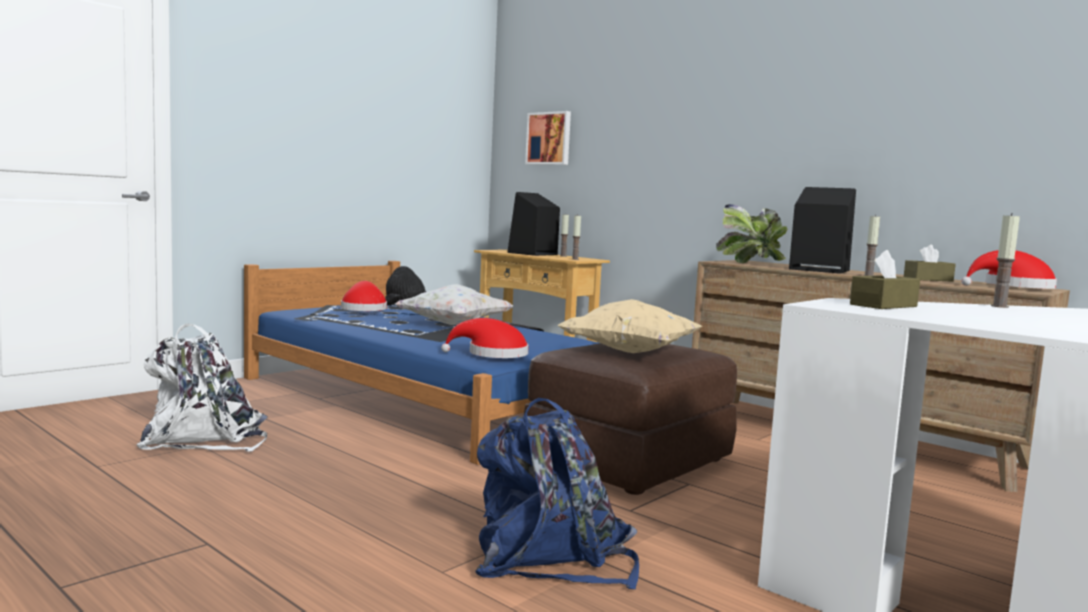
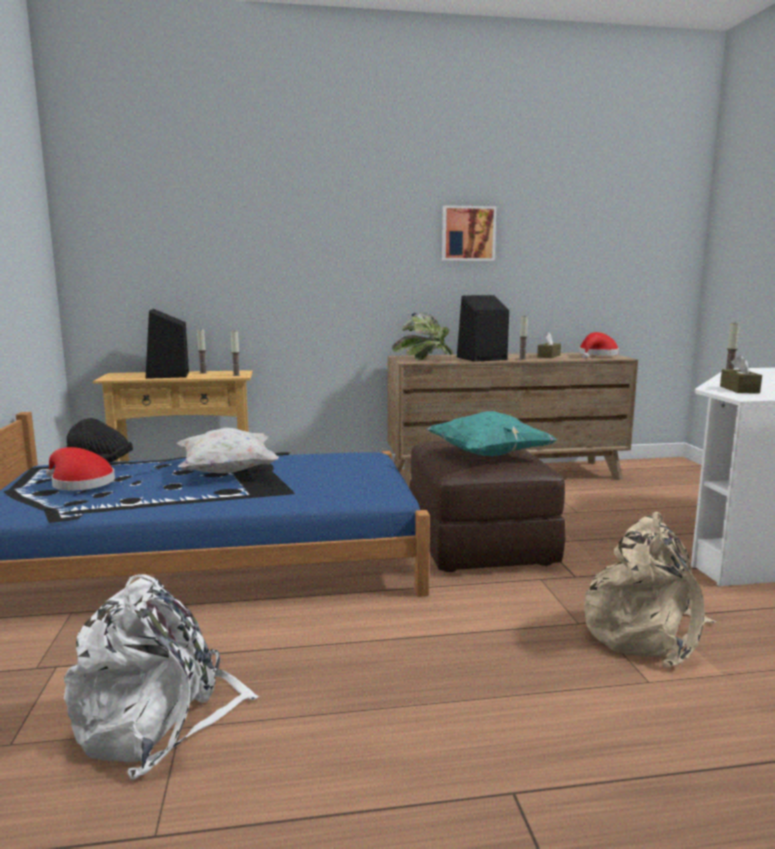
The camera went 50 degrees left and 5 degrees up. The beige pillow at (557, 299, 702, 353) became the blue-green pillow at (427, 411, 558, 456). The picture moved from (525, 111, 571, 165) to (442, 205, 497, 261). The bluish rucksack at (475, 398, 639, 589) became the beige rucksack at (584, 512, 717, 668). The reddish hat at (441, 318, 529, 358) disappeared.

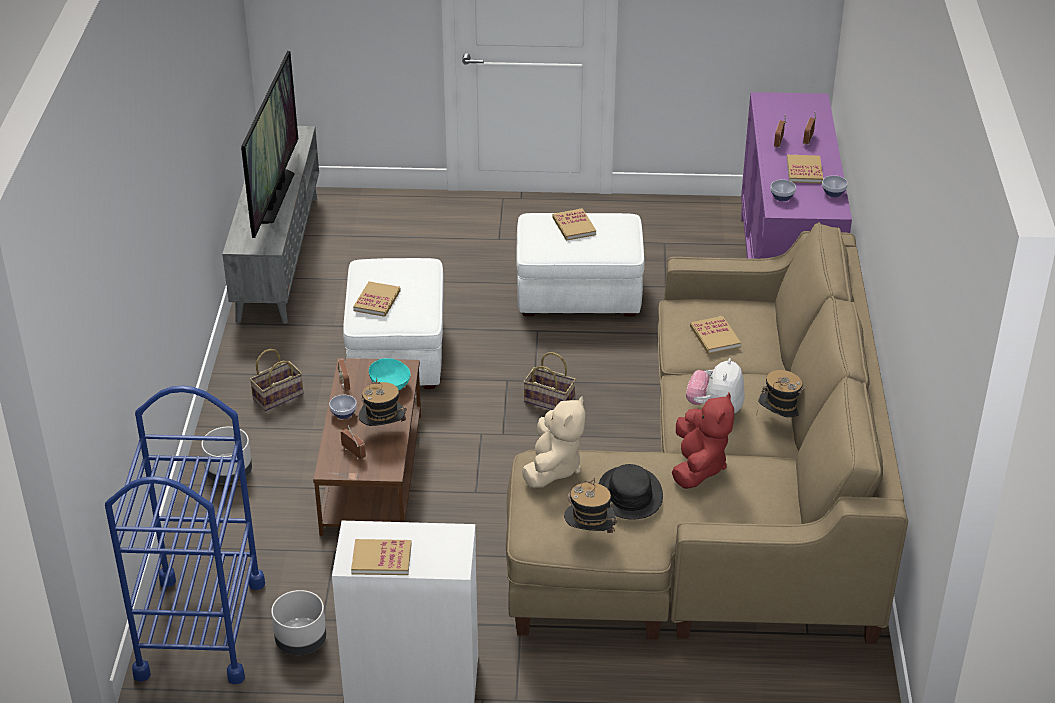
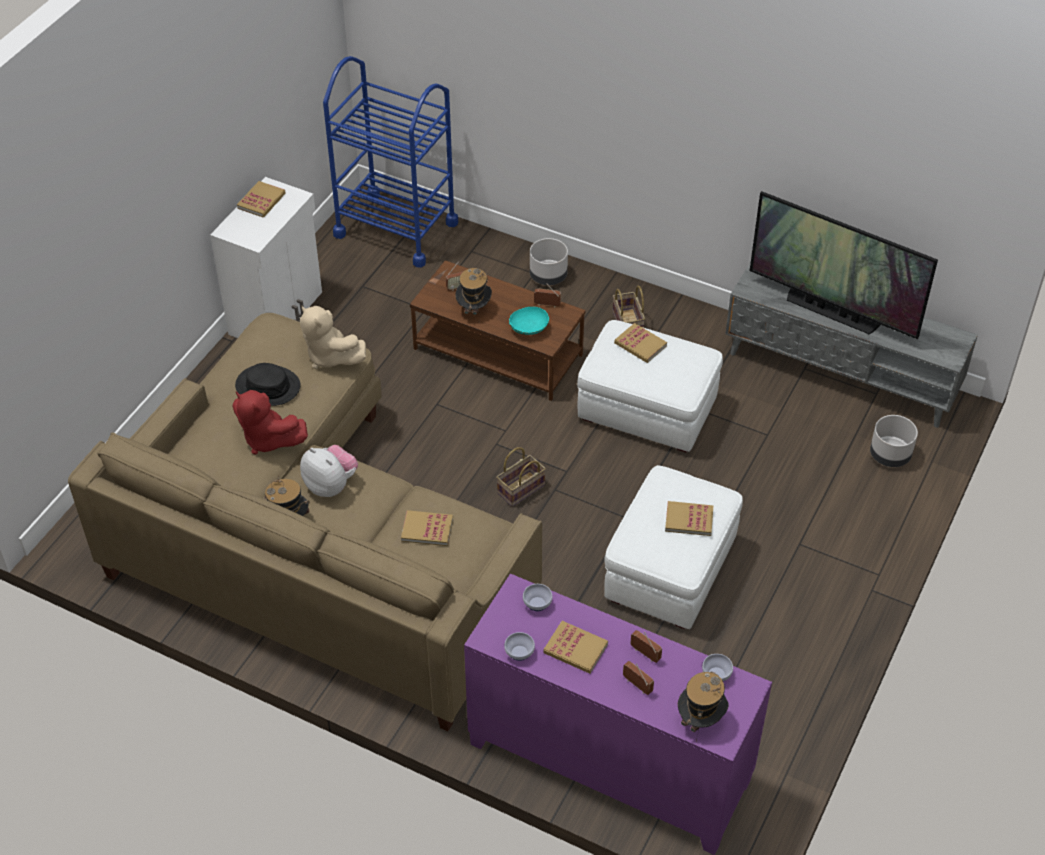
The camera went 115 degrees right and 10 degrees up. The hat moved from (564, 478, 617, 533) to (678, 671, 729, 741). The serving bowl moved from (329, 395, 357, 419) to (702, 654, 733, 681). The grey plant pot moved from (271, 590, 327, 655) to (870, 415, 918, 467).

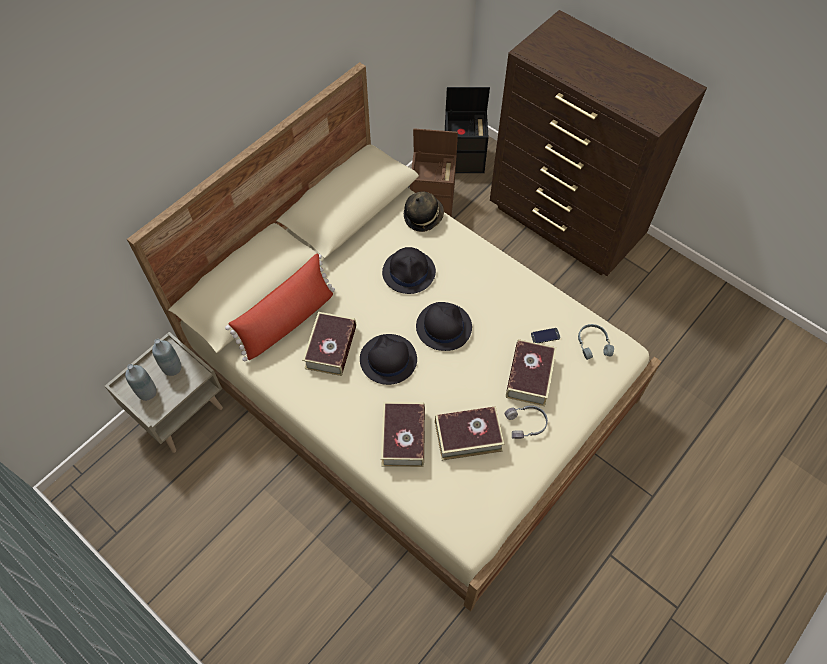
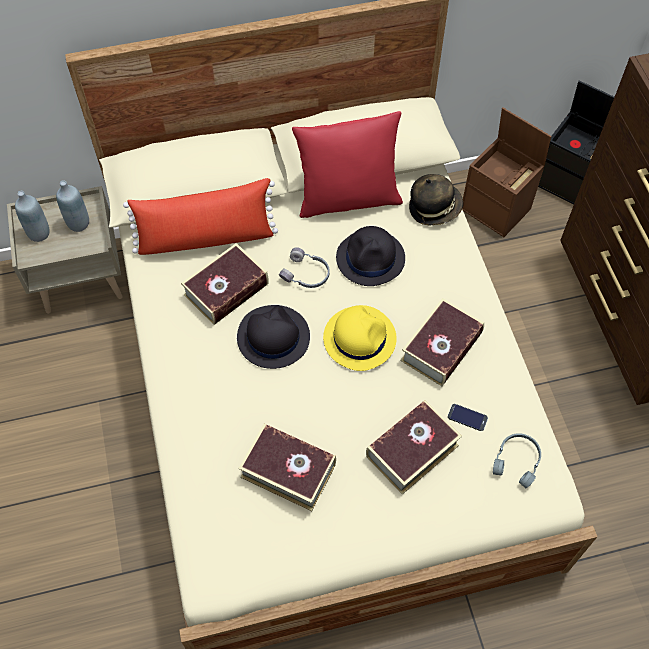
The camera went 35 degrees right and 0 degrees up. The grey headset moved from (505, 405, 548, 439) to (279, 247, 329, 288). The reddish pillow at (292, 111, 403, 218) appeared. The black hat at (416, 302, 472, 351) became the yellow hat at (323, 305, 397, 371). The book moved from (381, 402, 425, 467) to (400, 298, 484, 386).

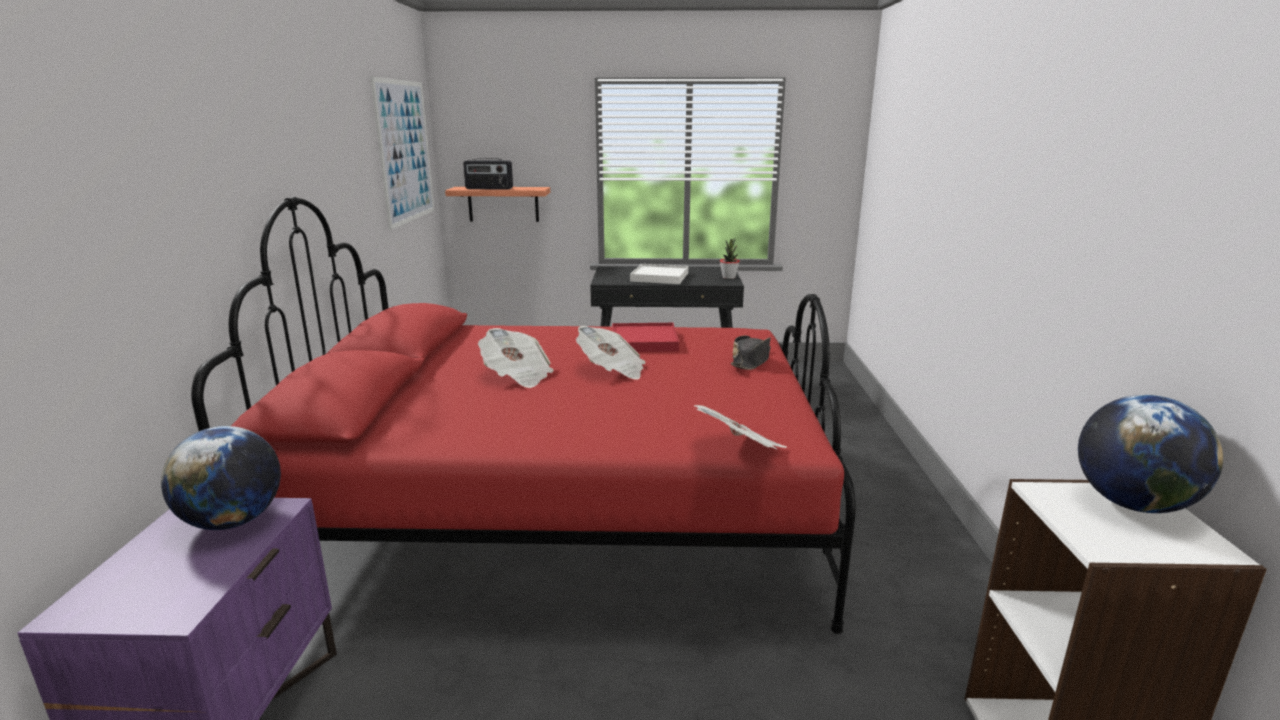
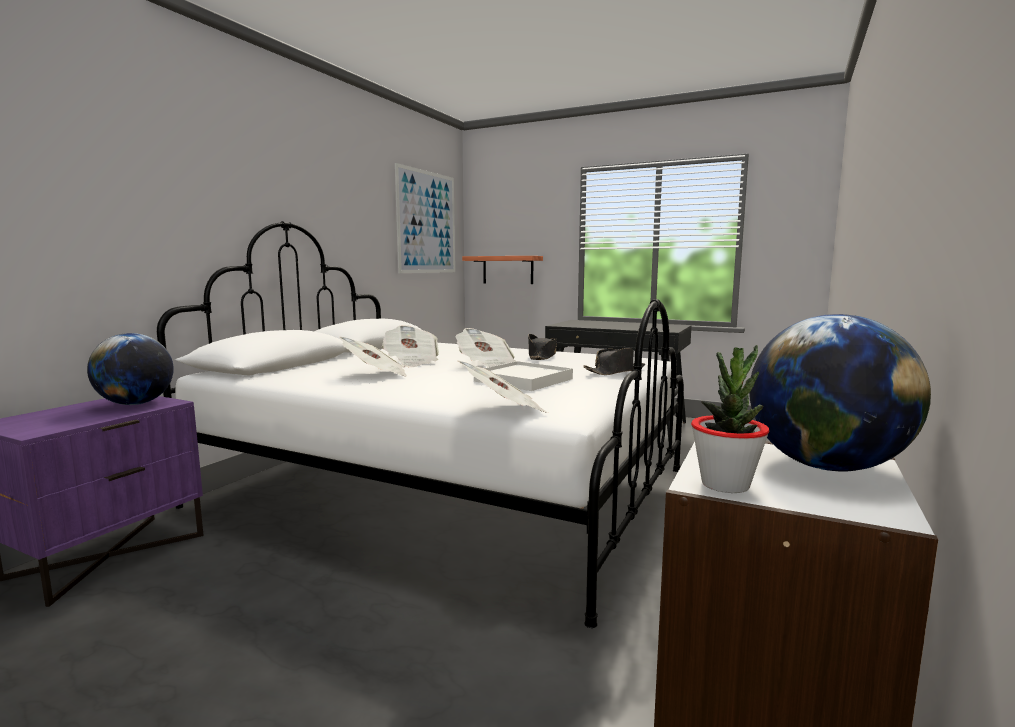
The camera went 25 degrees right and 10 degrees down. The reddish sleeping bed at (191, 197, 856, 634) became the whitish sleeping bed at (157, 221, 684, 628). The printed paper at (339, 337, 407, 376) appeared. The whitish carrying tray moved from (630, 264, 688, 284) to (474, 361, 573, 391). The reddish carrying tray at (612, 323, 679, 352) was replaced by the black hat at (528, 334, 557, 360). The plant in a pot moved from (720, 238, 740, 279) to (691, 345, 769, 493). The radio at (463, 158, 513, 190) disappeared.

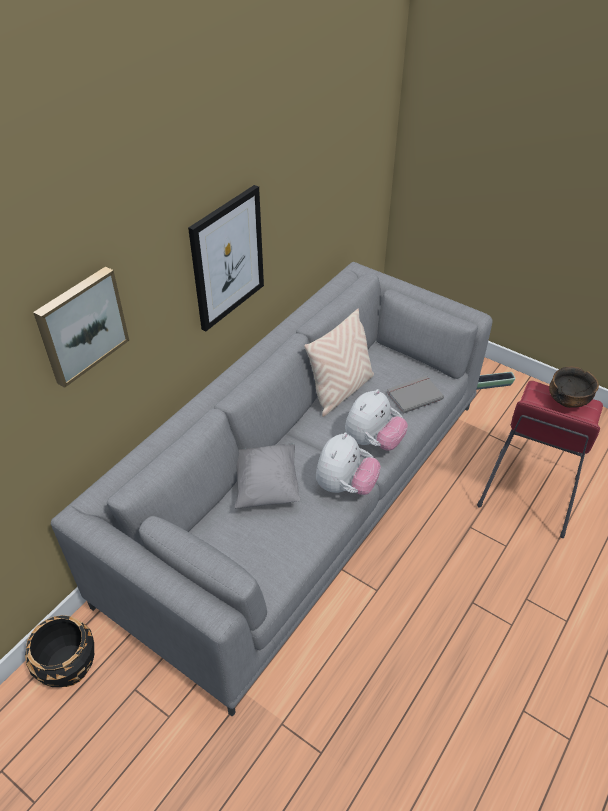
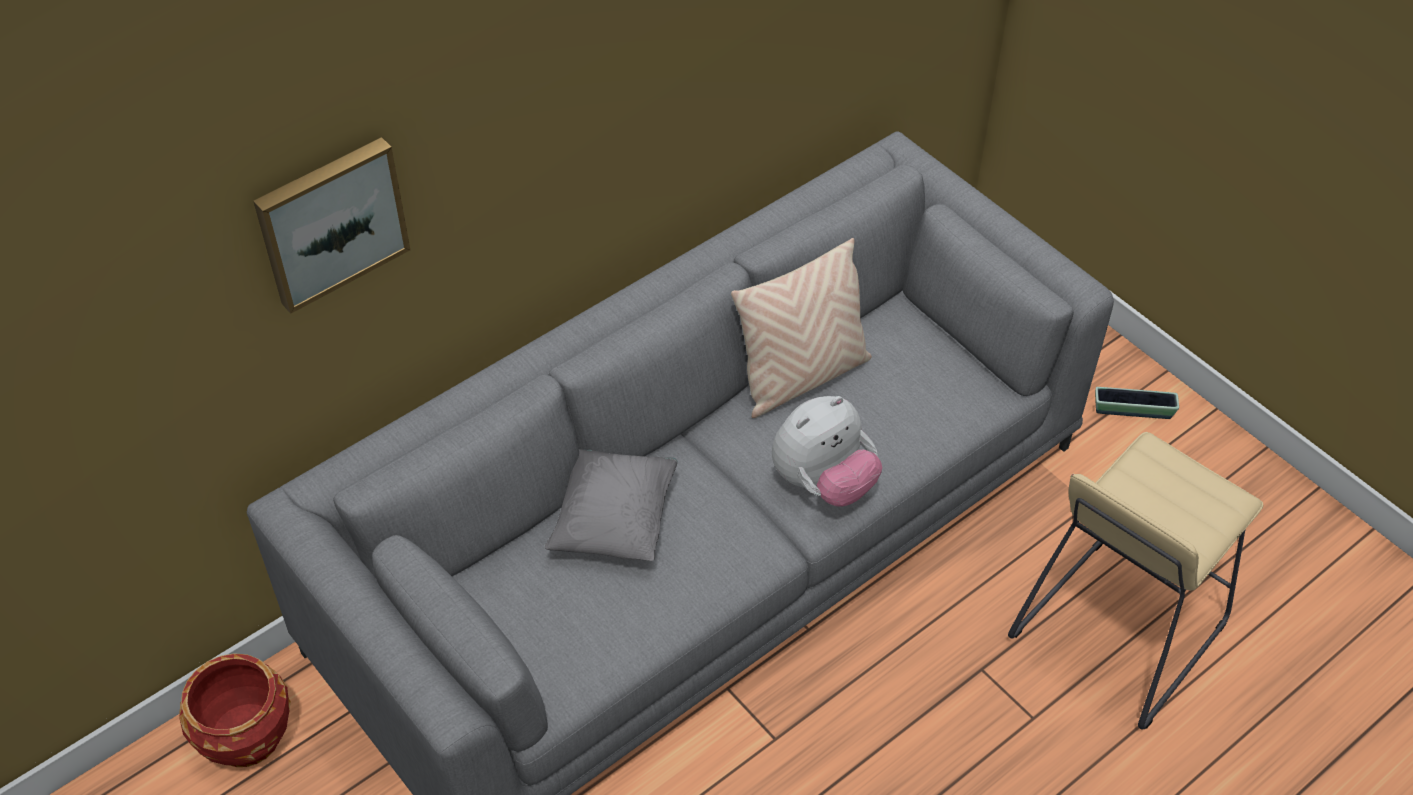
The camera went 15 degrees right and 5 degrees up. The black plant pot at (25, 615, 94, 687) became the reddish plant pot at (179, 653, 291, 767). The reddish stool at (477, 381, 603, 538) became the beige stool at (1008, 432, 1263, 730). The picture at (188, 185, 264, 331) disappeared. The soft toy at (316, 432, 381, 495) disappeared. The grey book at (387, 376, 444, 414) disappeared. The serving bowl at (549, 367, 599, 408) disappeared.

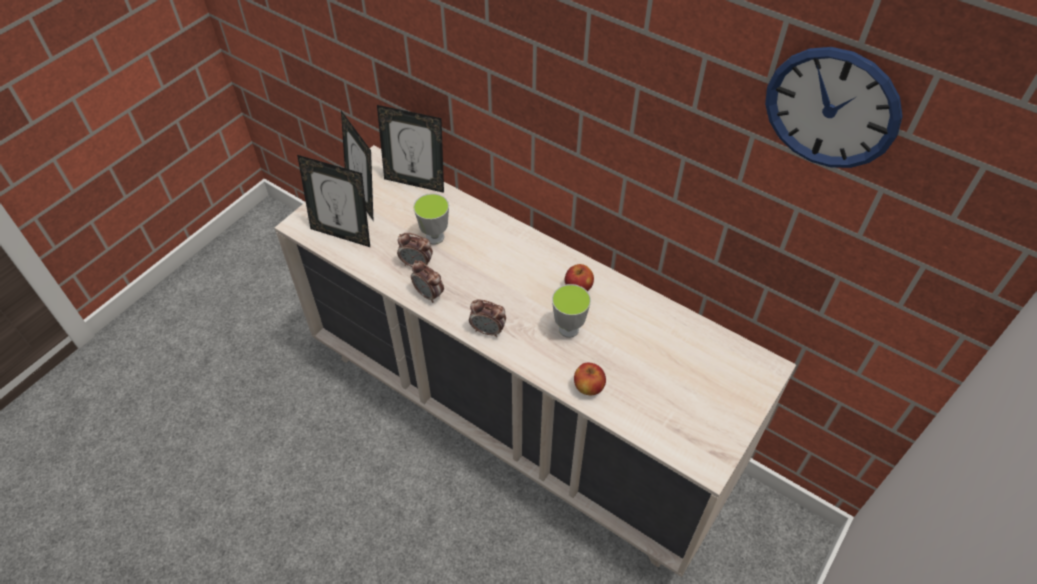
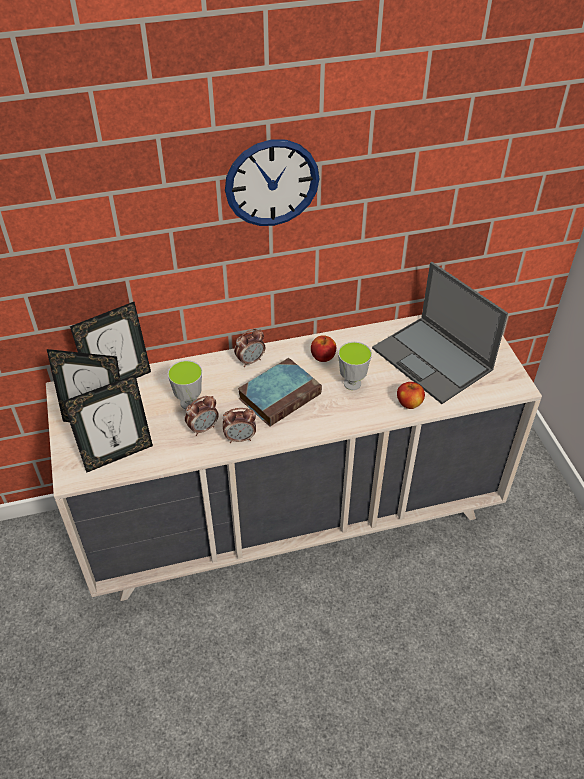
The camera went 50 degrees left and 5 degrees down. The clock on the wall moved from (765, 47, 903, 168) to (225, 139, 319, 226). The bedside clock moved from (469, 300, 506, 337) to (234, 329, 265, 367). The book at (238, 358, 322, 427) appeared. The notebook computer at (372, 262, 508, 404) appeared.

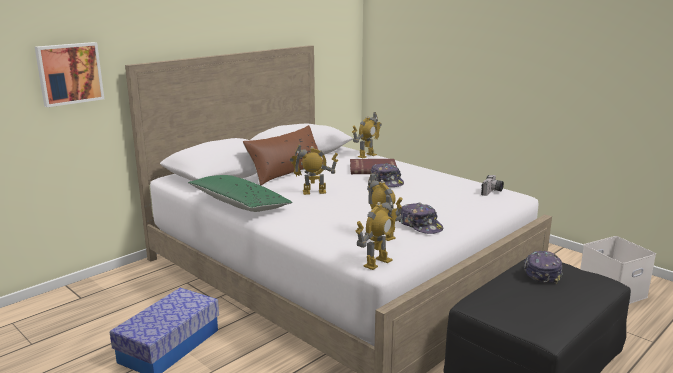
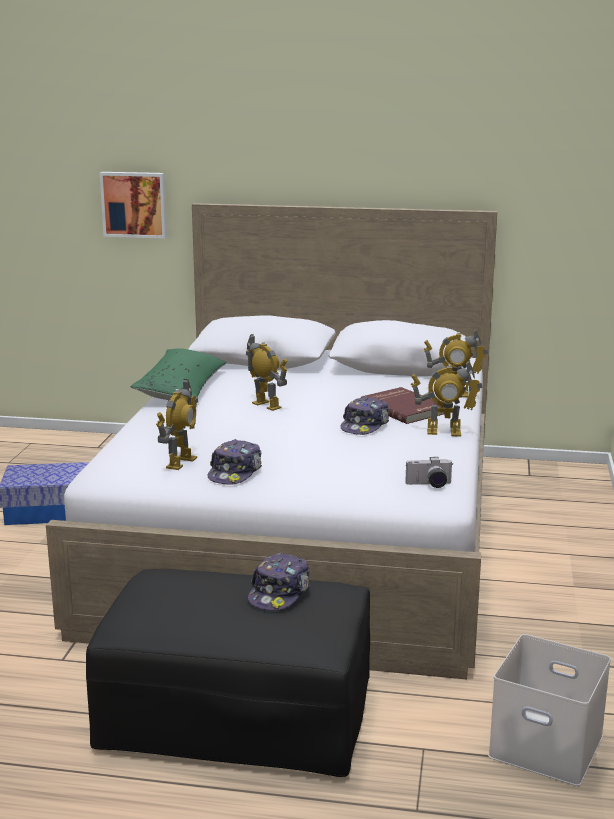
The camera went 55 degrees right and 0 degrees up. The baseball cap at (524, 251, 563, 284) turned 135 degrees clockwise. The model robot moved from (356, 194, 399, 270) to (411, 361, 483, 437). The brown pillow at (243, 125, 323, 185) disappeared.

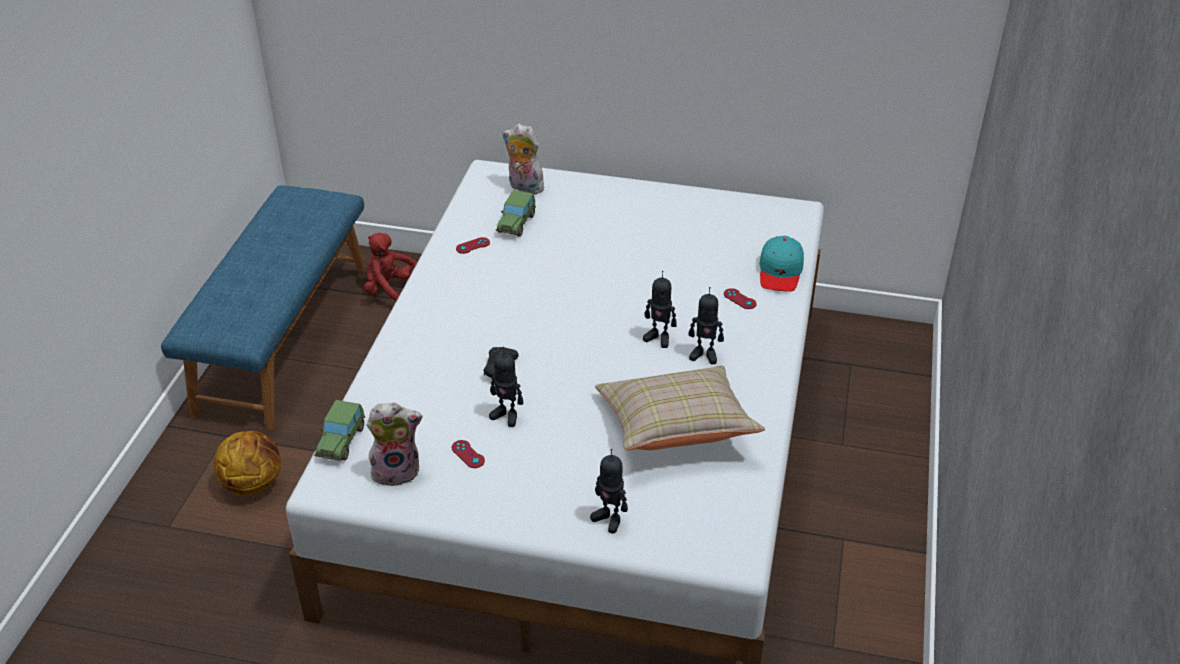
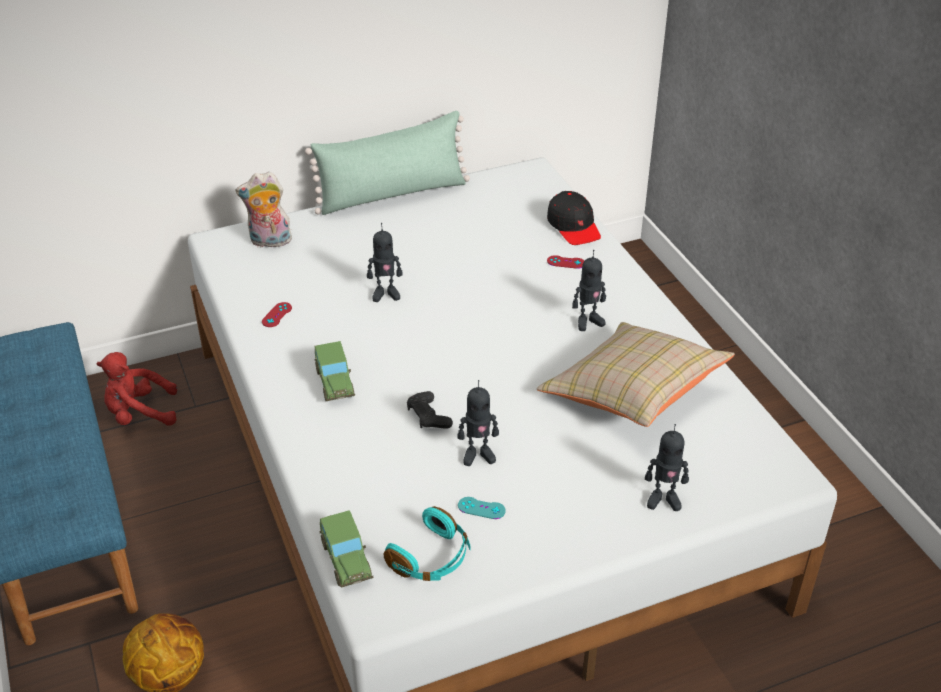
The camera went 35 degrees left and 0 degrees up. The green-coloured pillow at (305, 111, 470, 215) appeared. The miniature car moved from (496, 190, 536, 237) to (315, 341, 355, 401). The model robot moved from (643, 270, 677, 348) to (367, 223, 403, 302). The soft toy at (367, 402, 422, 486) was replaced by the blue-green headset at (384, 506, 471, 581). The reddish gamepad at (451, 440, 485, 468) became the blue-green gamepad at (458, 497, 506, 519). The blue-green baseball cap at (759, 236, 804, 292) became the black baseball cap at (547, 191, 601, 245).

